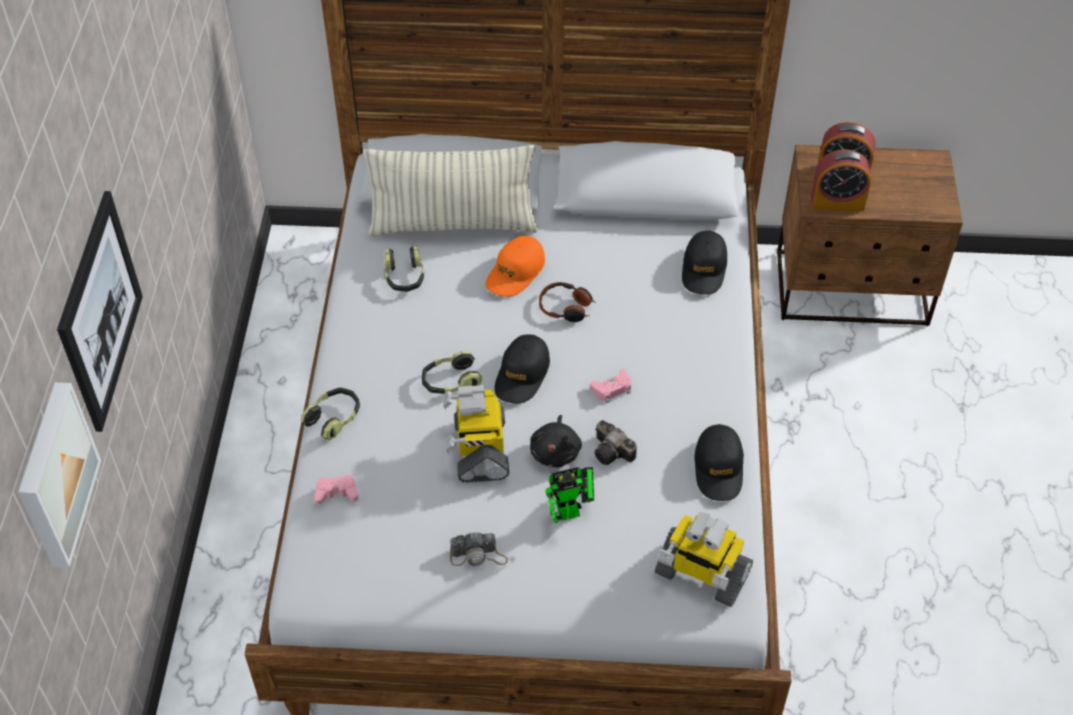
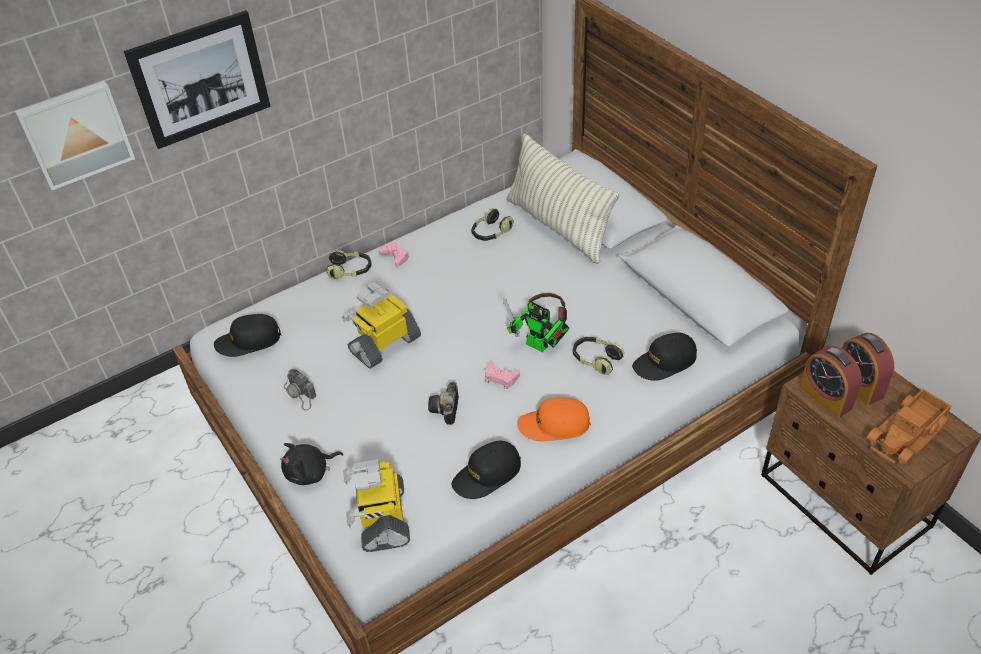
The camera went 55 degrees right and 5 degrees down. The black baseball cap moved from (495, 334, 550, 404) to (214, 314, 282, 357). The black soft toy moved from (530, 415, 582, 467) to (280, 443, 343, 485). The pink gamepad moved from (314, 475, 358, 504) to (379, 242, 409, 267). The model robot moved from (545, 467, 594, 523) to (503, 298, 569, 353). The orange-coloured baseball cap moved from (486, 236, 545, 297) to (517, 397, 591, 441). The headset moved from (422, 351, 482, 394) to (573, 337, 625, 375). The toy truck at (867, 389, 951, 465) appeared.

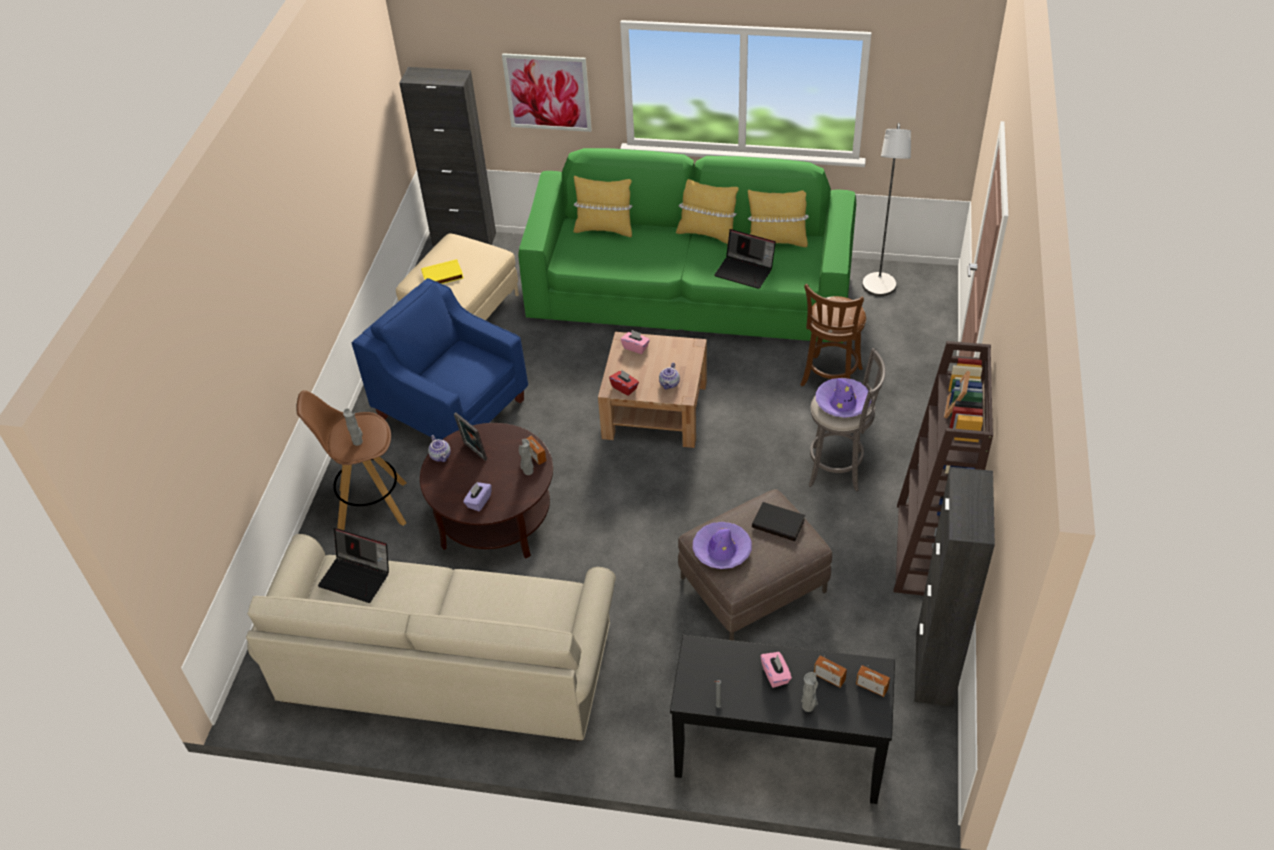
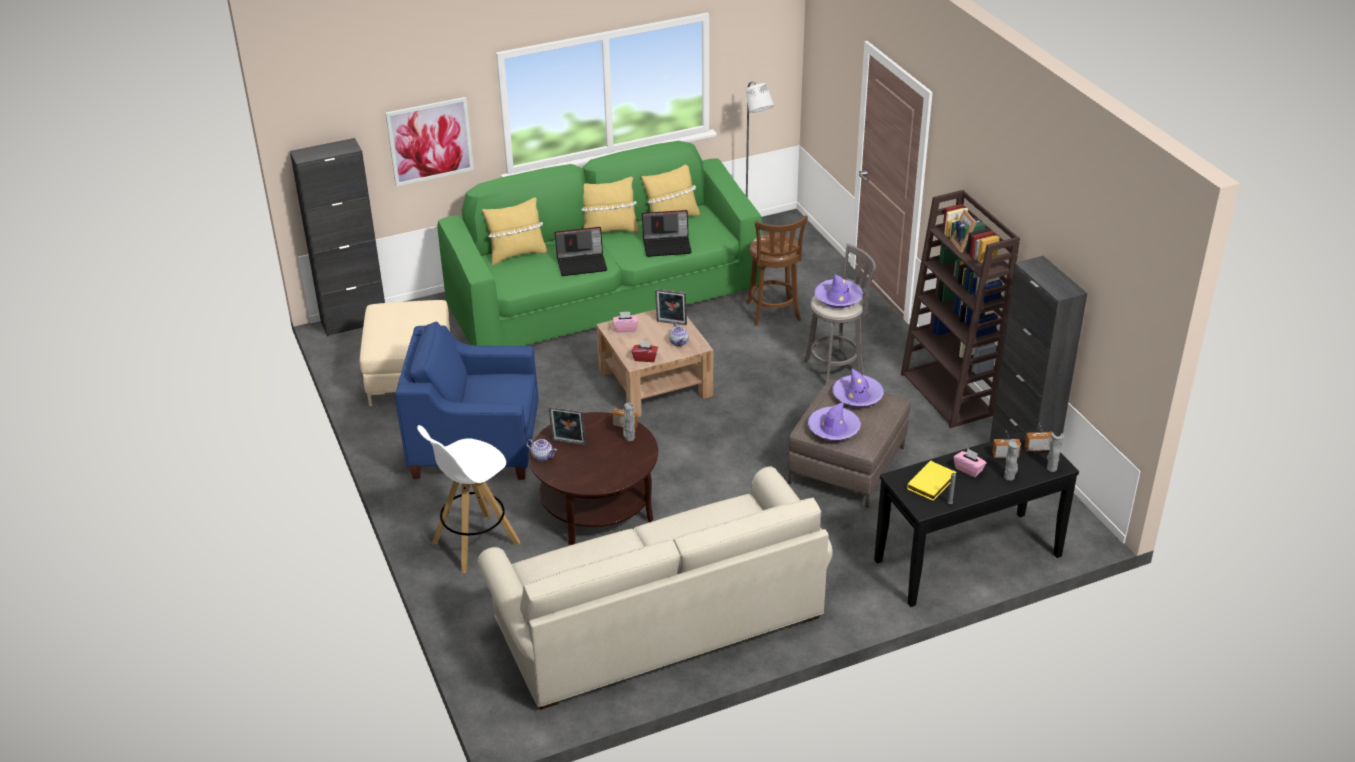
The camera went 35 degrees left and 10 degrees down. The brown stool at (296, 390, 407, 530) became the whitish stool at (417, 425, 520, 573). The notebook computer moved from (318, 528, 389, 603) to (554, 227, 607, 276). The standing frame at (655, 289, 687, 325) appeared. The black book at (752, 502, 805, 541) was replaced by the purplish hat at (832, 369, 884, 408). The yellow book moved from (421, 259, 464, 284) to (907, 461, 956, 501). The grey vase moved from (343, 408, 363, 446) to (1047, 432, 1064, 472). The purplish tissue holder at (463, 482, 492, 511) disappeared.

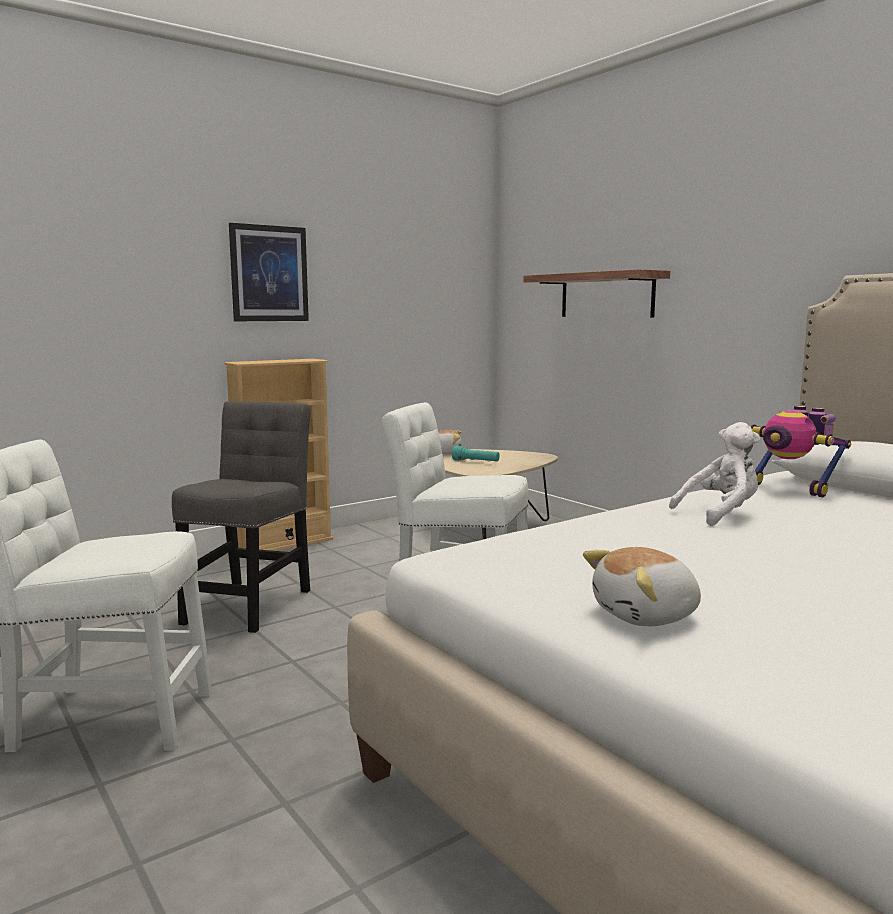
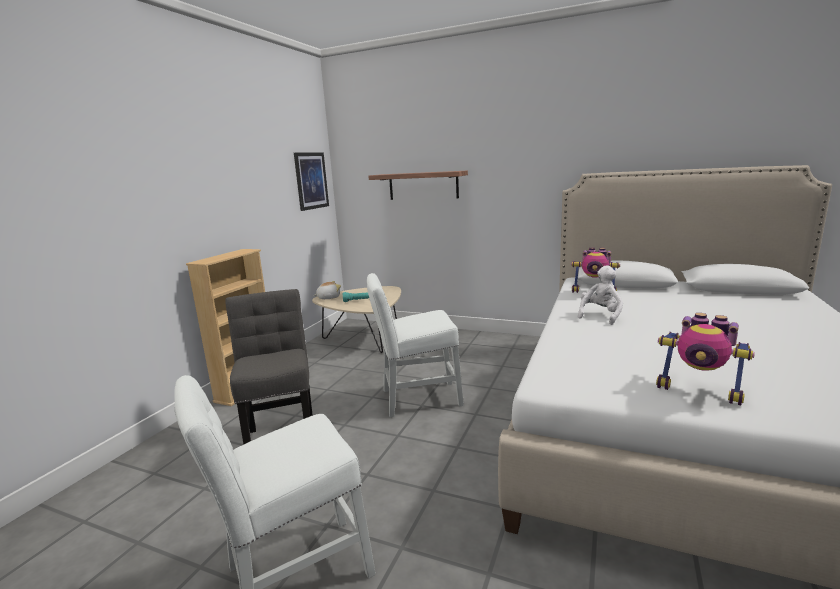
The camera went 30 degrees left and 5 degrees up. The picture moved from (229, 223, 309, 321) to (294, 153, 329, 211). The soft toy at (583, 547, 701, 626) was replaced by the model robot at (656, 313, 755, 405).

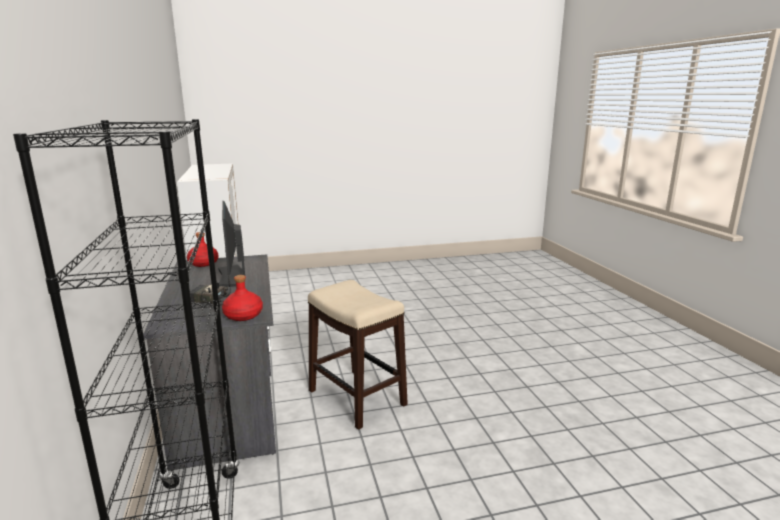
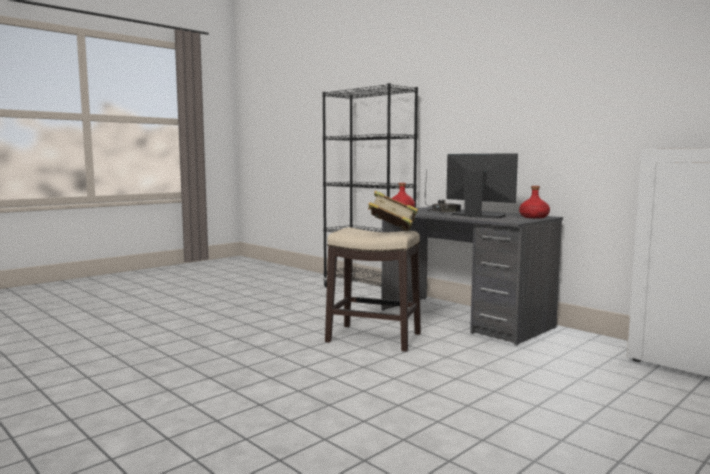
The camera went 150 degrees right and 10 degrees down. The book at (368, 190, 418, 231) appeared.

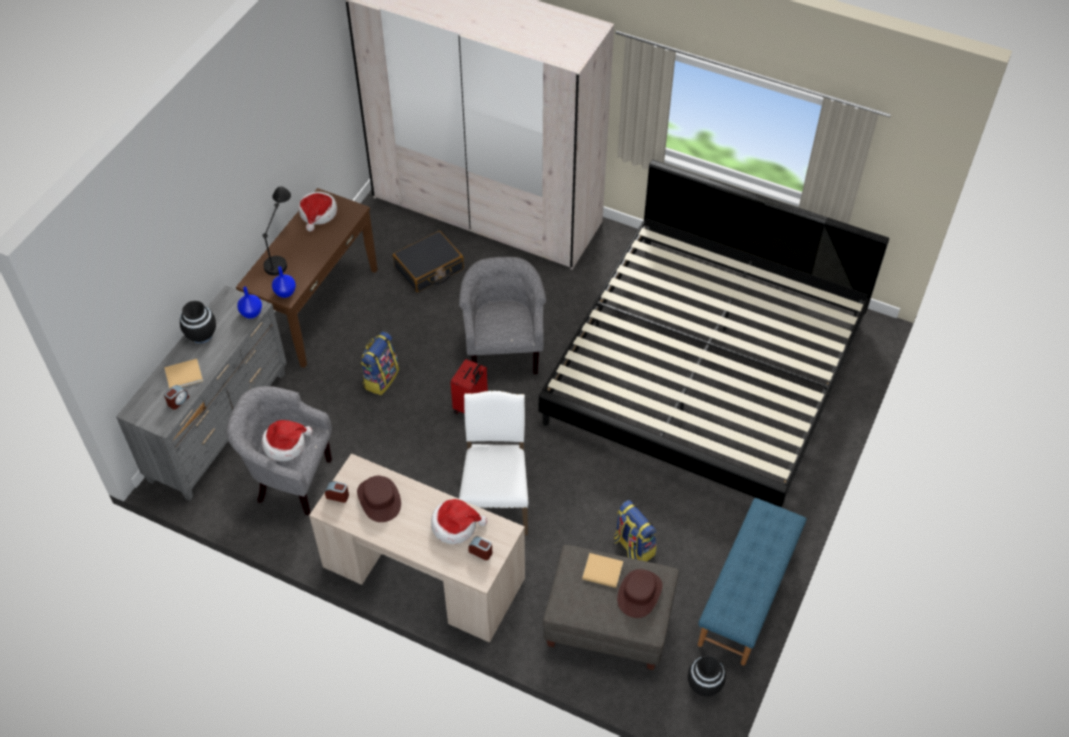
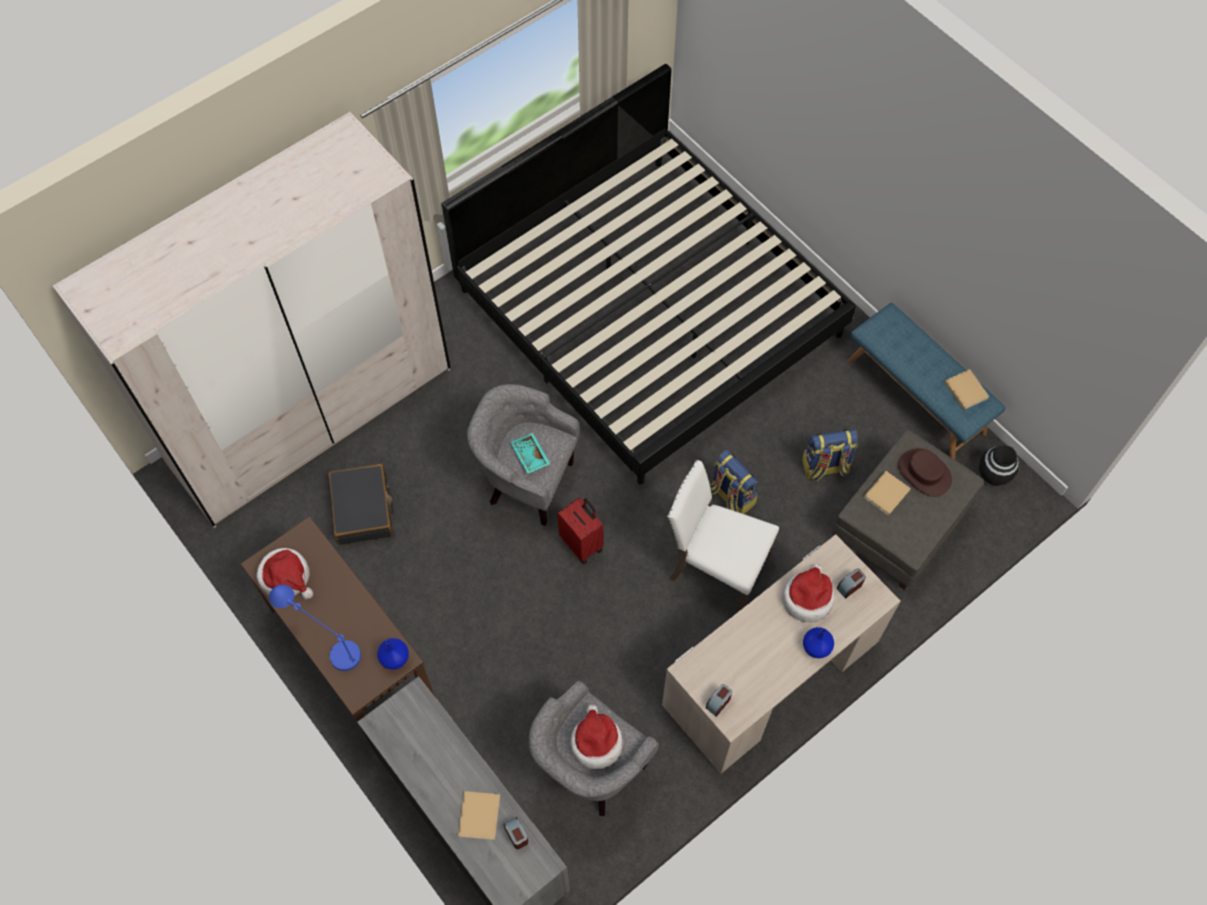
The camera went 65 degrees left and 10 degrees up. The black lamp for a table at (262, 186, 291, 276) became the bluish lamp for a table at (269, 584, 361, 671). The blue-green carrying tray at (510, 433, 550, 474) appeared. The rucksack moved from (360, 331, 399, 395) to (710, 450, 758, 514). The bluish vase moved from (237, 286, 262, 319) to (803, 627, 834, 658). The beige book at (944, 369, 989, 410) appeared. The black vase at (180, 301, 216, 343) disappeared. The brown hat at (357, 476, 401, 522) disappeared.

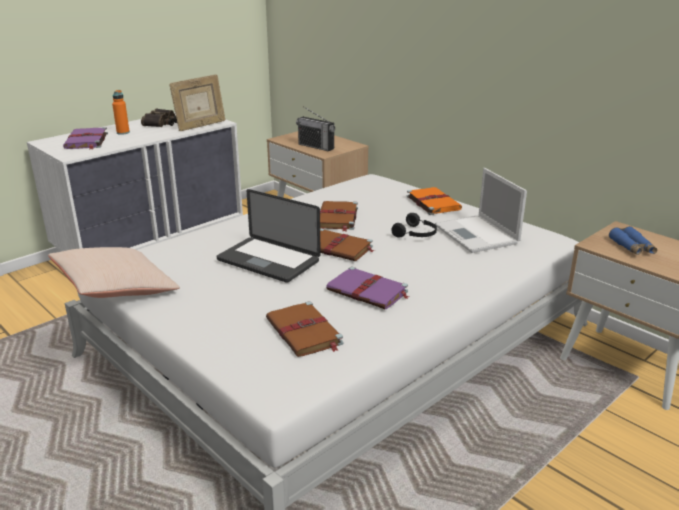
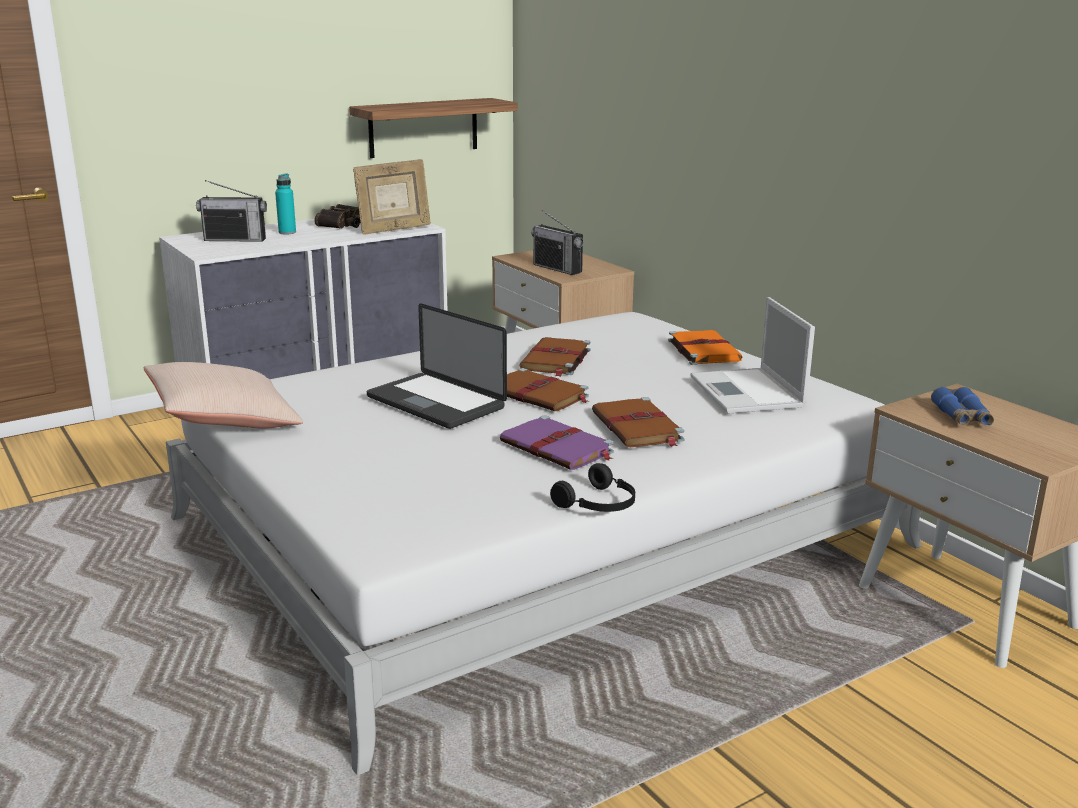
The camera went 10 degrees right and 5 degrees down. The purplish book at (63, 127, 108, 150) was replaced by the radio at (196, 180, 267, 242). The orange-coloured beverage bottle at (112, 90, 130, 135) became the blue-green beverage bottle at (275, 173, 296, 234). The wall shelf at (349, 98, 518, 158) appeared. The black headset moved from (391, 213, 437, 237) to (550, 463, 635, 512). The brown book moved from (266, 301, 344, 357) to (592, 397, 684, 447).

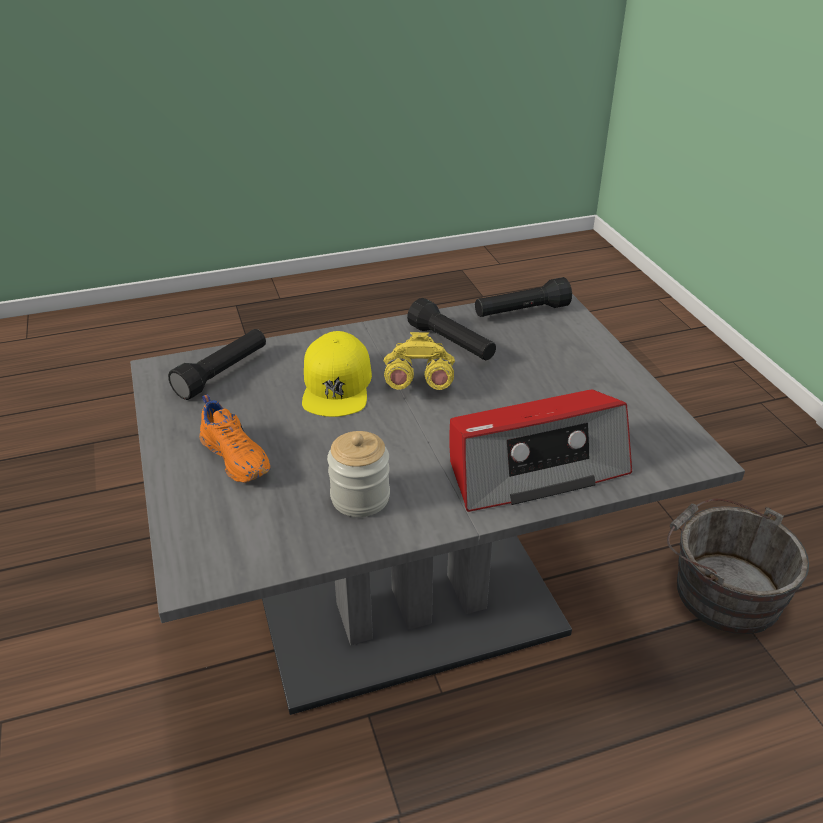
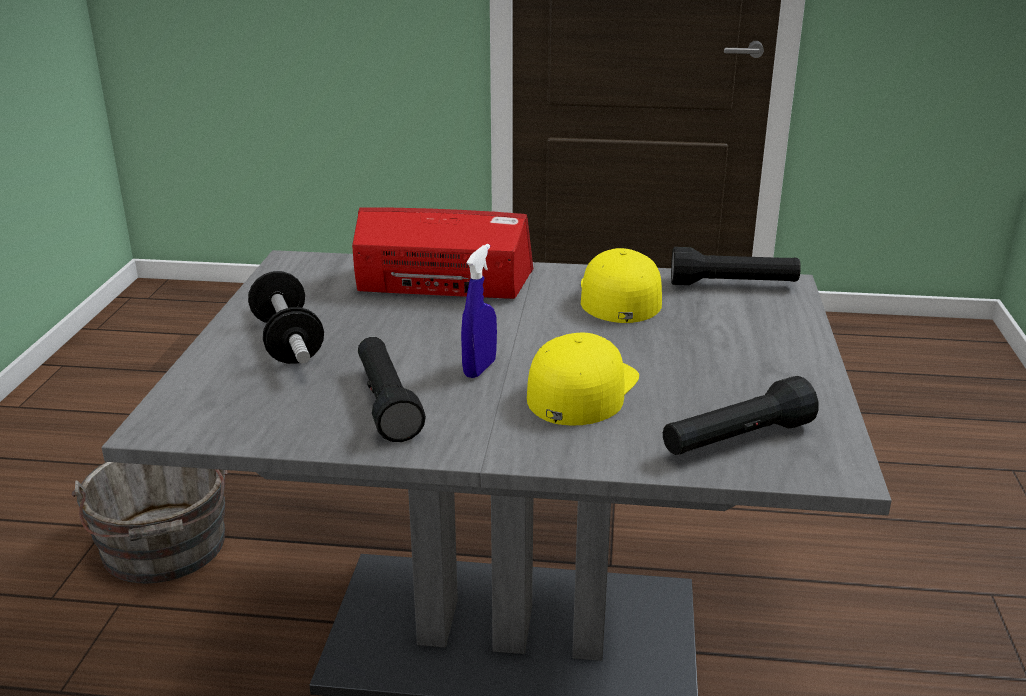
The camera went 155 degrees left and 10 degrees down. The hand weight at (248, 271, 324, 364) appeared. The yellow pair of binoculars at (384, 332, 455, 390) was replaced by the bluish spray bottle at (461, 244, 497, 378). The jar at (327, 431, 390, 517) was replaced by the yellow baseball cap at (581, 248, 662, 323). The black torch moved from (475, 277, 572, 317) to (671, 247, 801, 285). The orange-coloured low shoe at (199, 394, 271, 483) disappeared.

